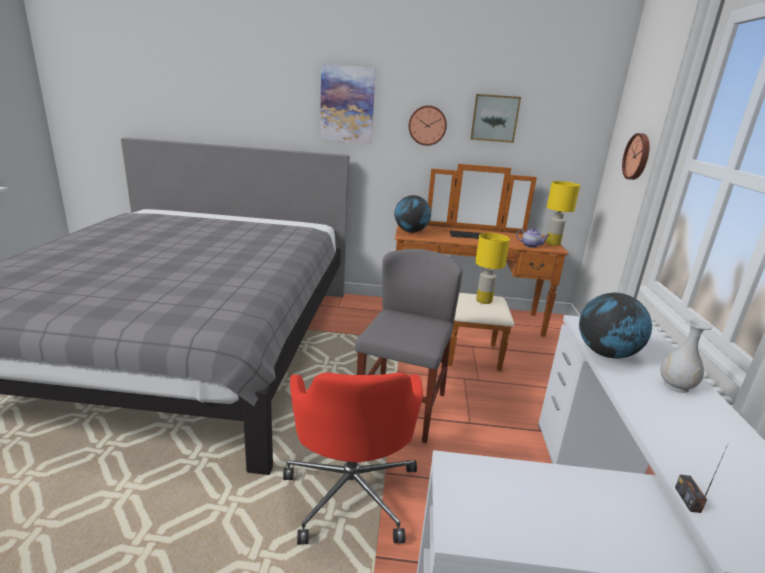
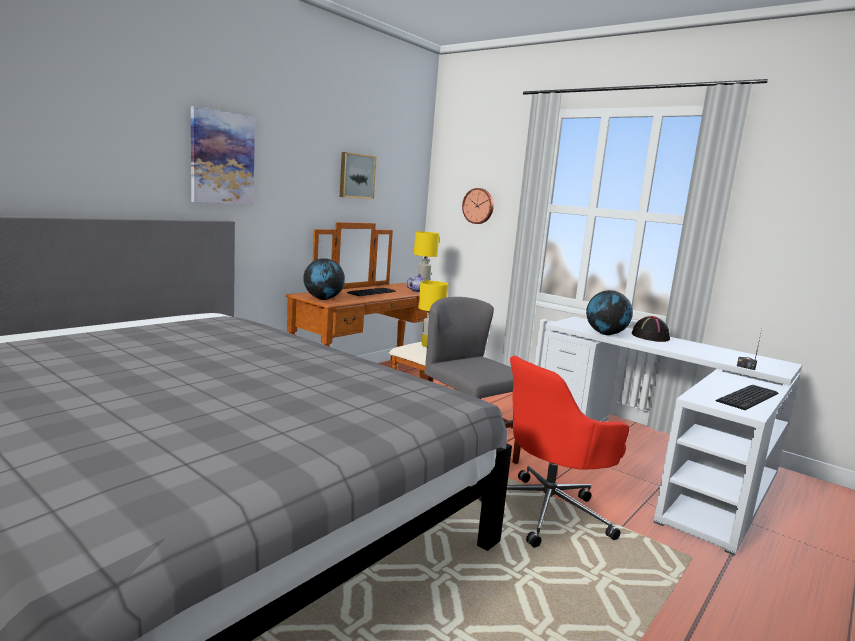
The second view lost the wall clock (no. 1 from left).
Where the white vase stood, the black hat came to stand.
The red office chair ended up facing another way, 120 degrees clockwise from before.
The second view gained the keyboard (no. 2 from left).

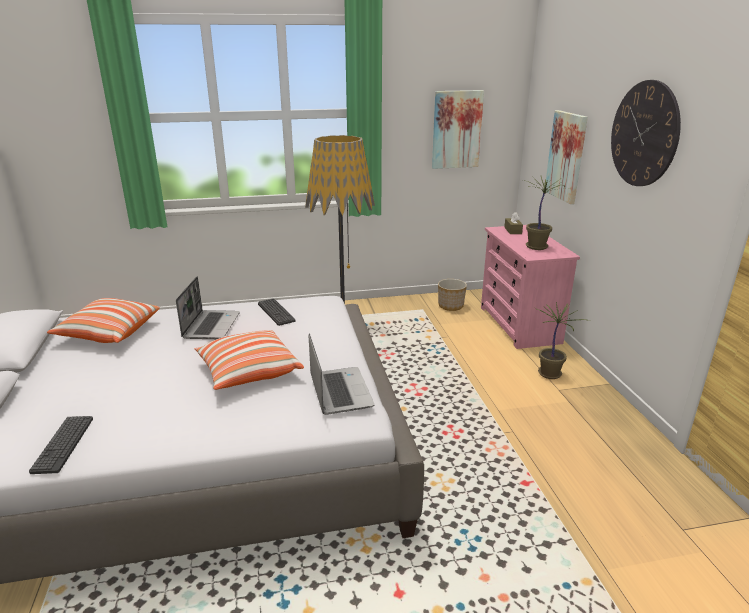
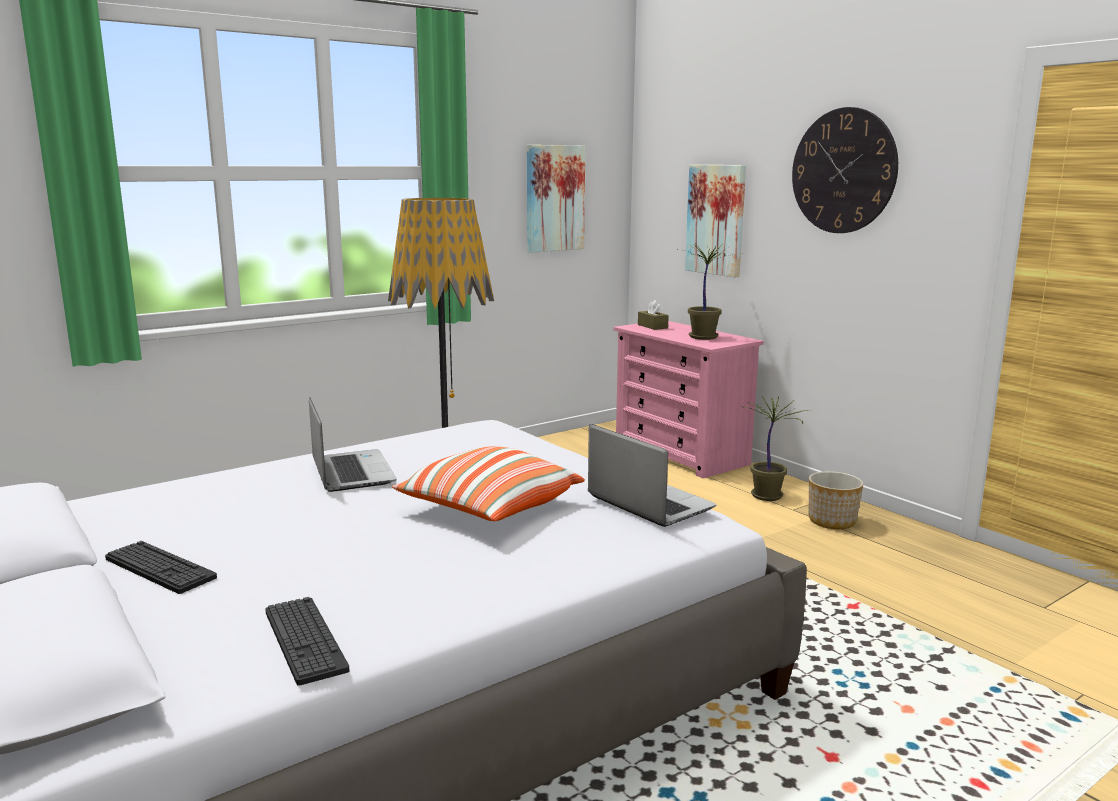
The planter ended up elsewhere.
The second view lost the pillow (no. 1 from left).
The keyboard (no. 2 from left in the first image) ended up elsewhere.

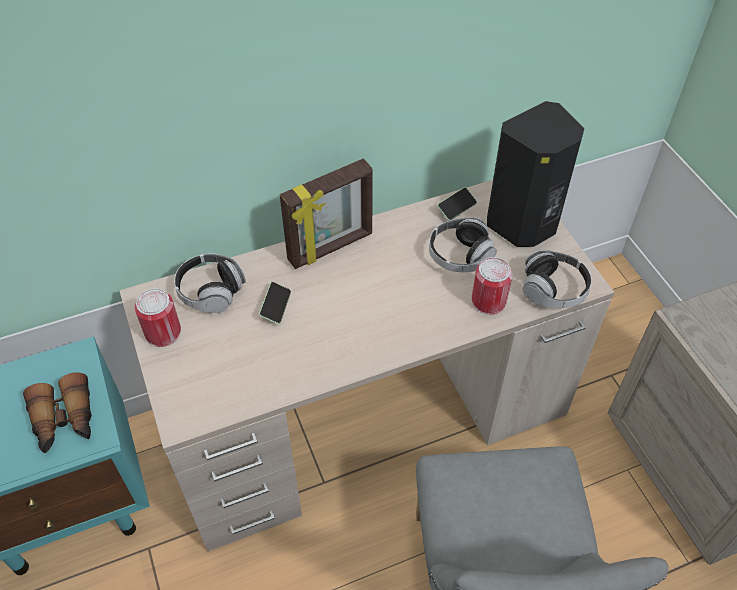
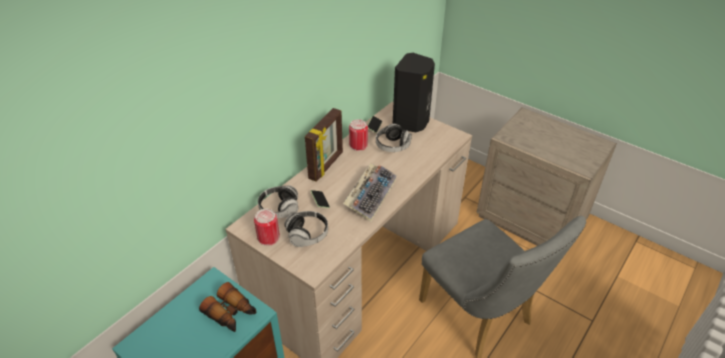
The headphones (no. 3 from left in the first image) ended up elsewhere.
The can (no. 2 from left) ended up elsewhere.
The second view gained the keyboard.

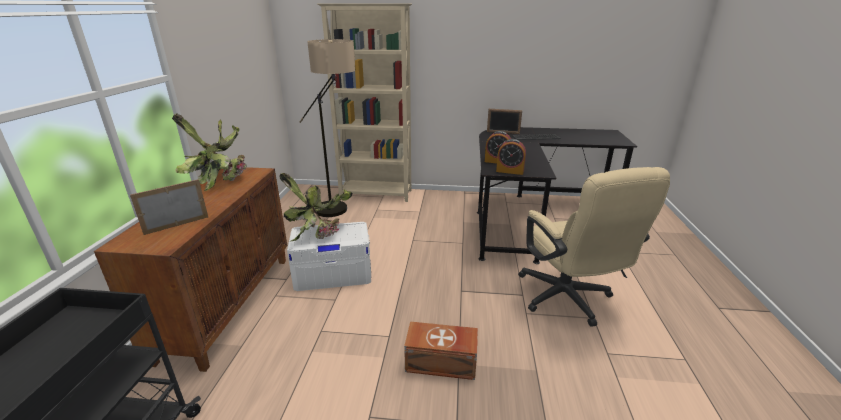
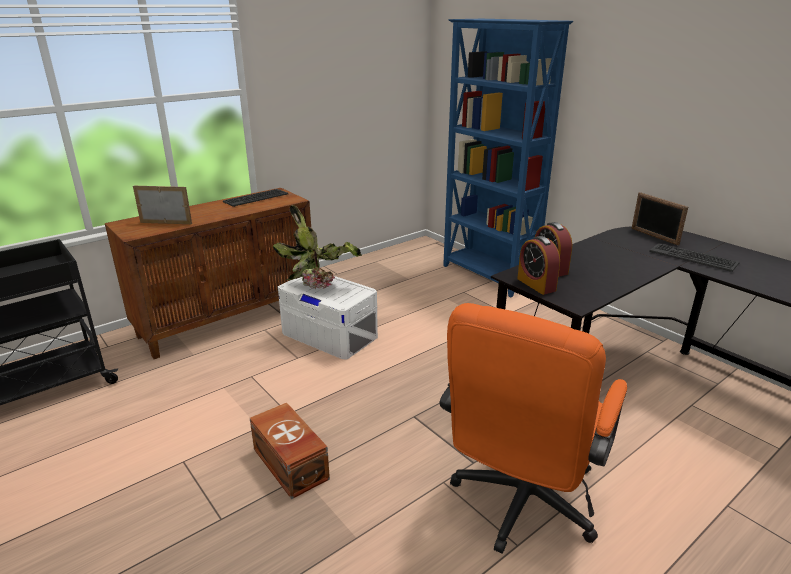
What was the beige bookcase turned into the blue bookcase.
The second view lost the floor lamp.
Where the potted plant (no. 1 from left) stood, the keyboard (no. 1 from left) came to stand.
What was the beige office chair turned into the orange office chair.

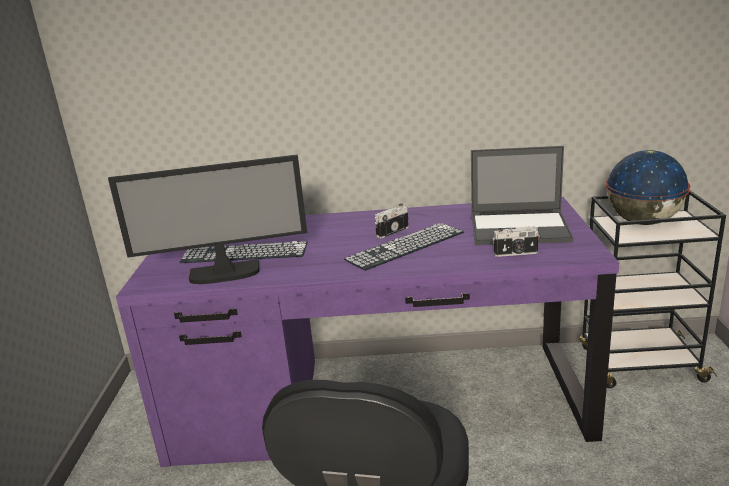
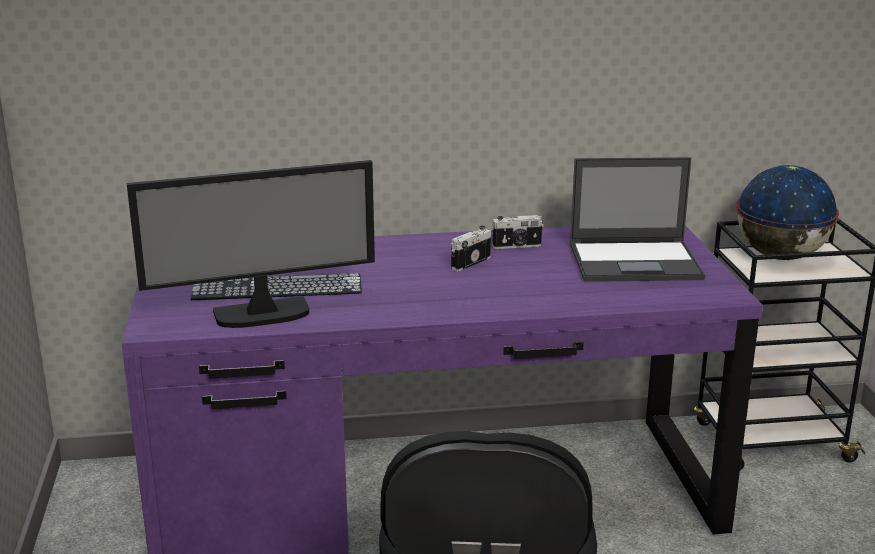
The second view lost the keyboard (no. 2 from left).
The photo camera (no. 2 from left) ended up elsewhere.

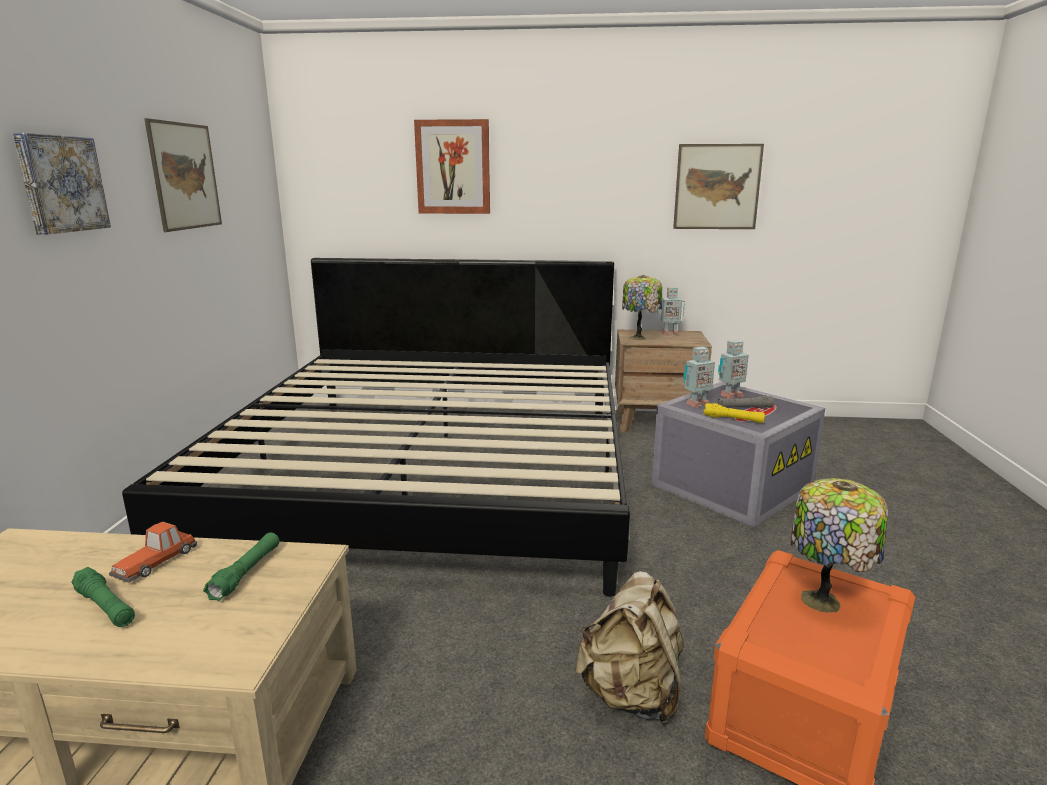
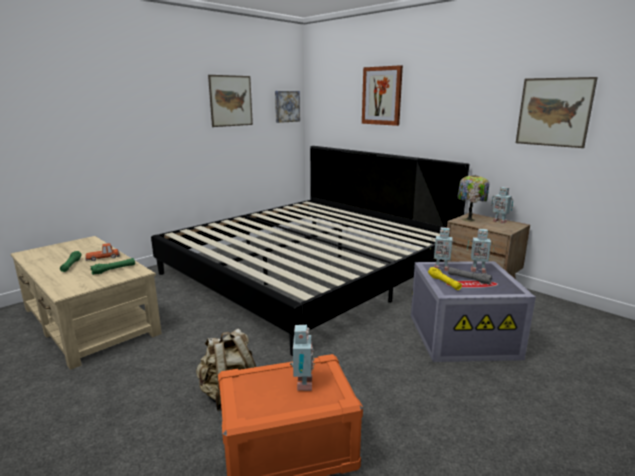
The picture (no. 1 from left in the first image) ended up elsewhere.
Where the table lamp (no. 2 from left) stood, the toy robot (no. 1 from left) came to stand.

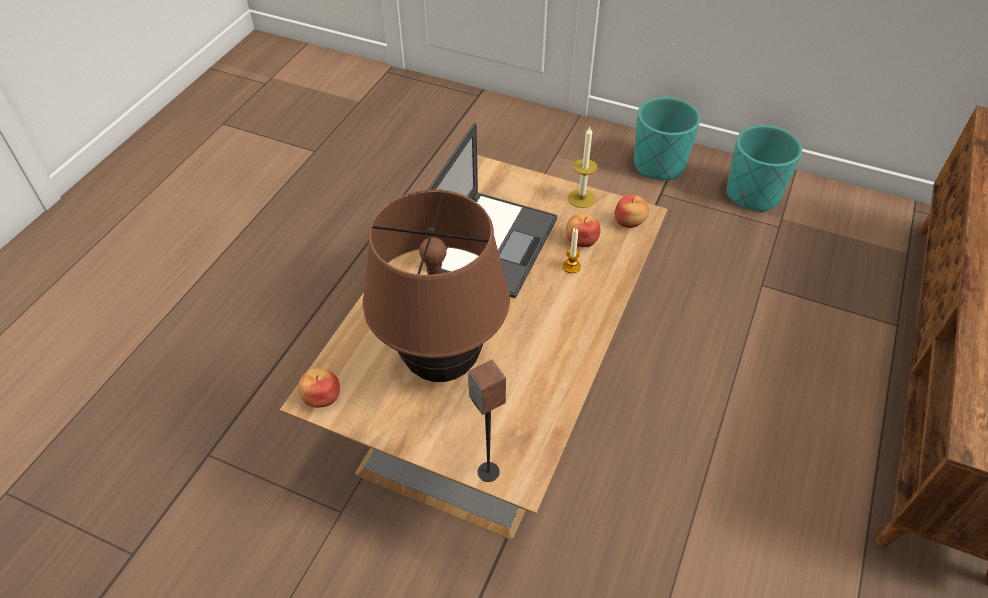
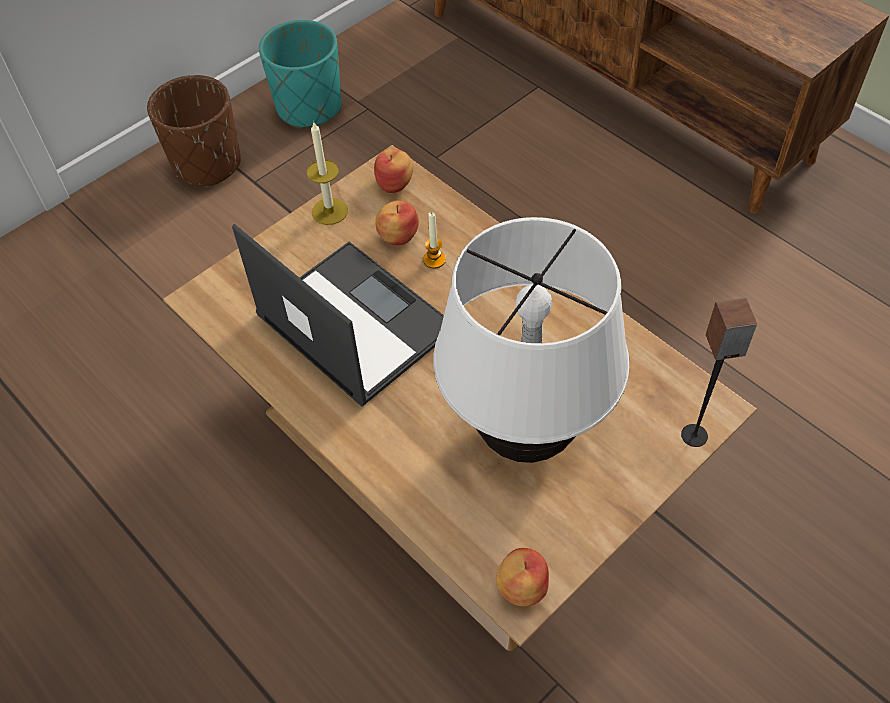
What was the turquoise planter (no. 1 from left) turned into the brown planter.
What was the brown table lamp turned into the white table lamp.

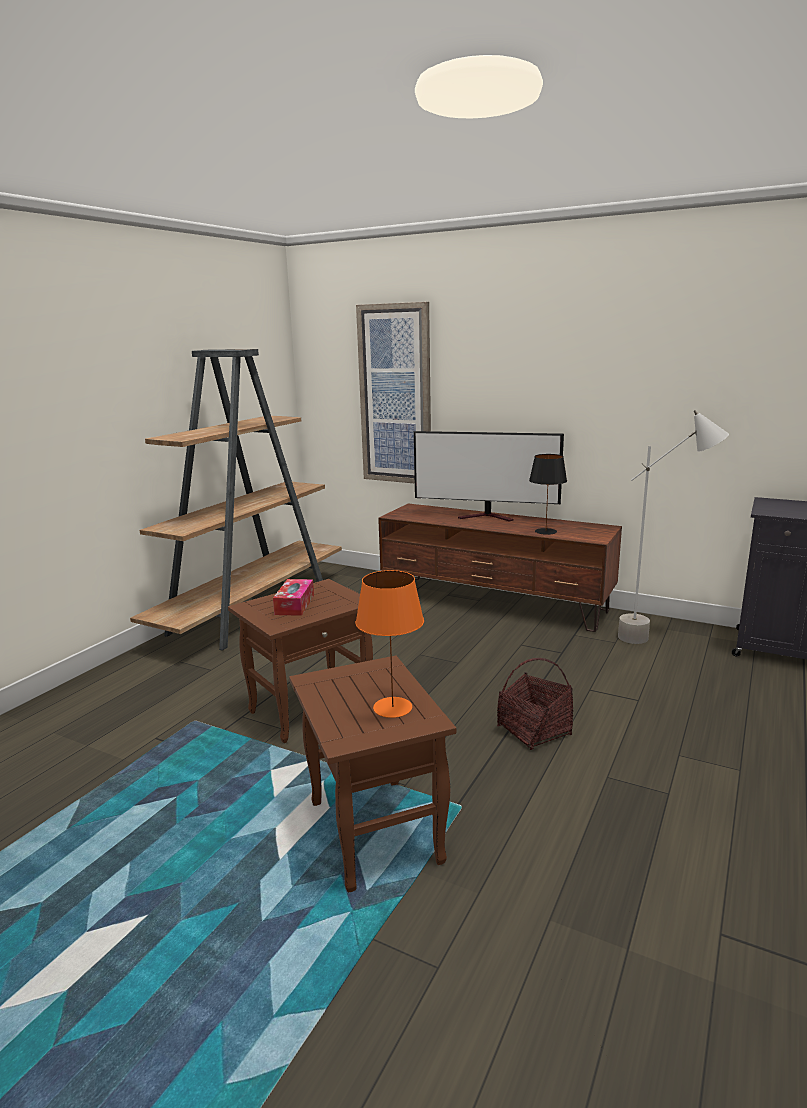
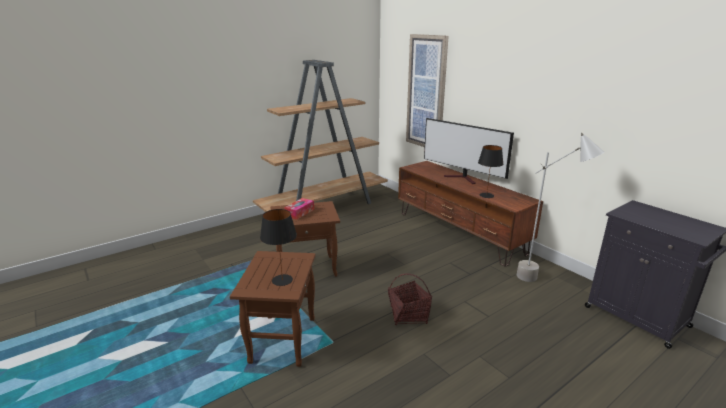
What was the orange table lamp turned into the black table lamp (no. 1 from left).

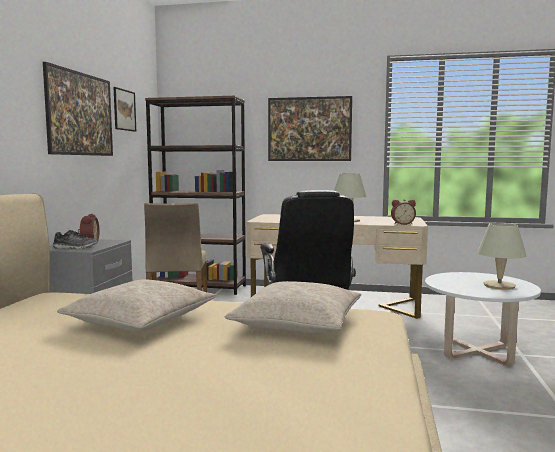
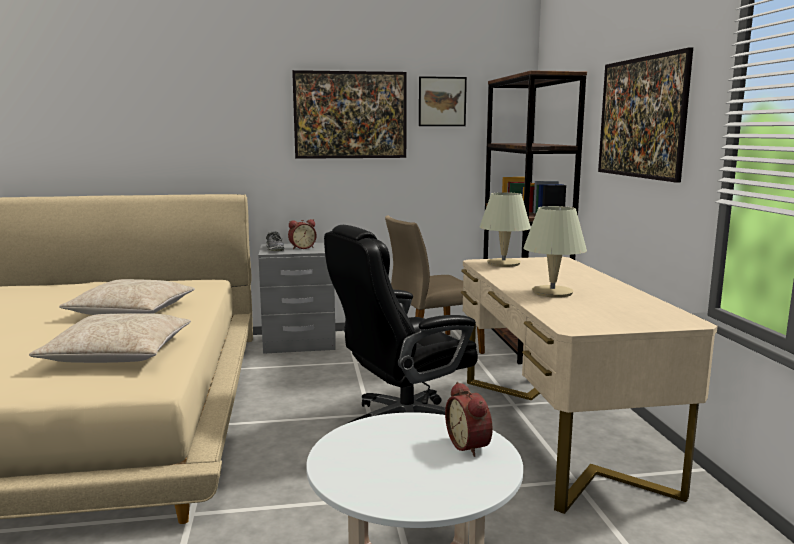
The alarm clock (no. 2 from left) ended up elsewhere.
The beige table lamp (no. 2 from left in the first image) ended up elsewhere.

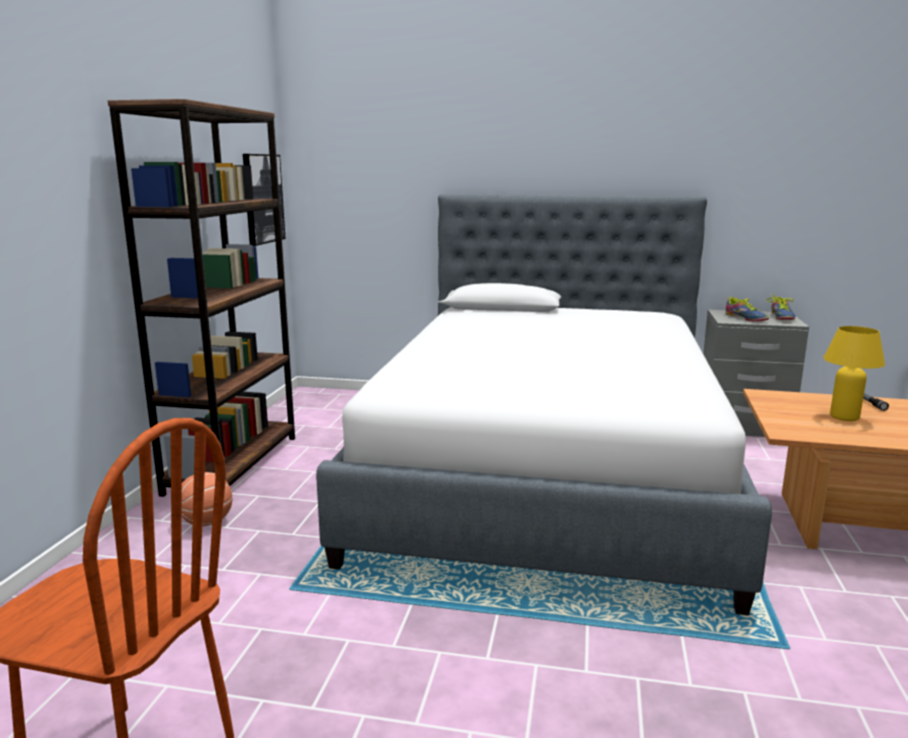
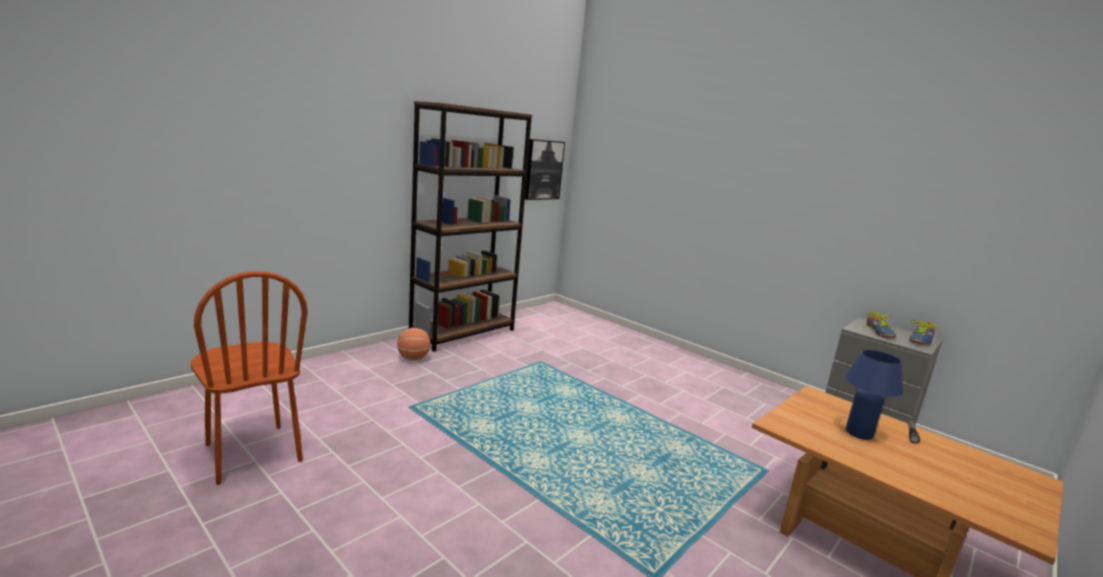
The second view lost the bed.
What was the yellow table lamp turned into the blue table lamp.

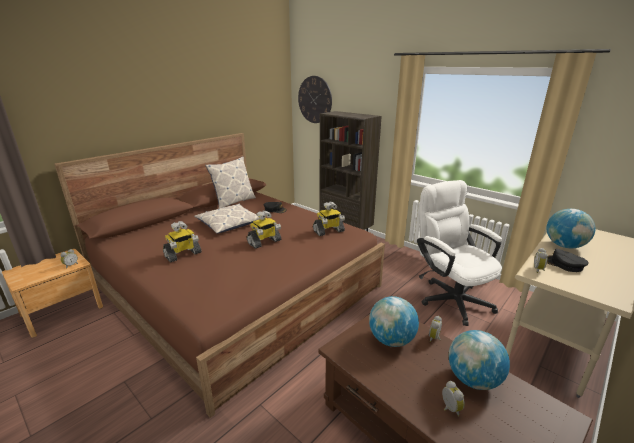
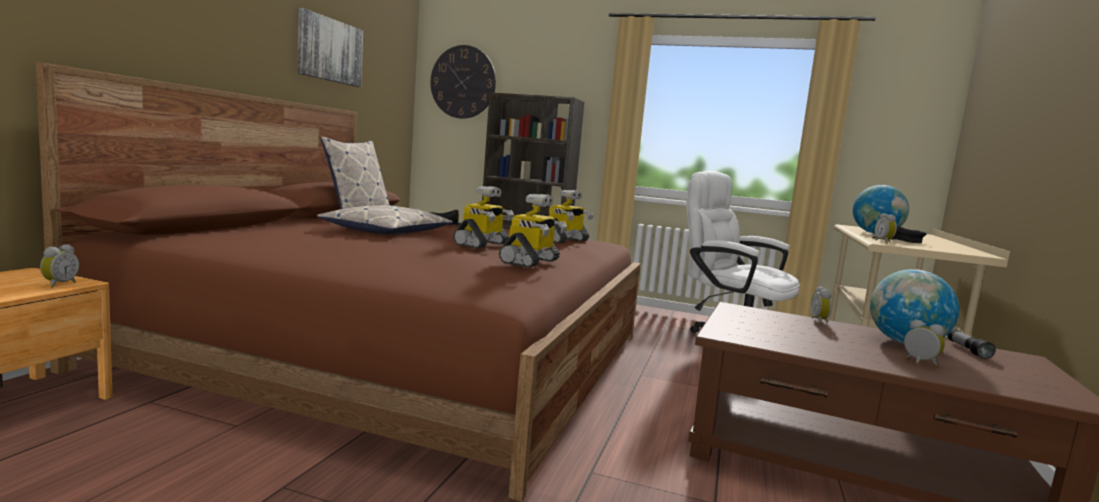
The toy robot (no. 1 from left in the first image) ended up elsewhere.
The second view lost the globe (no. 1 from left).
The second view gained the picture.
The second view gained the flashlight.

